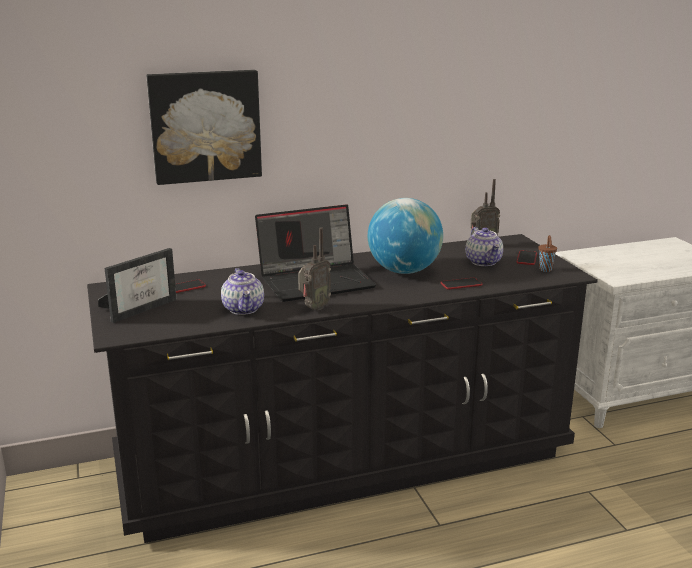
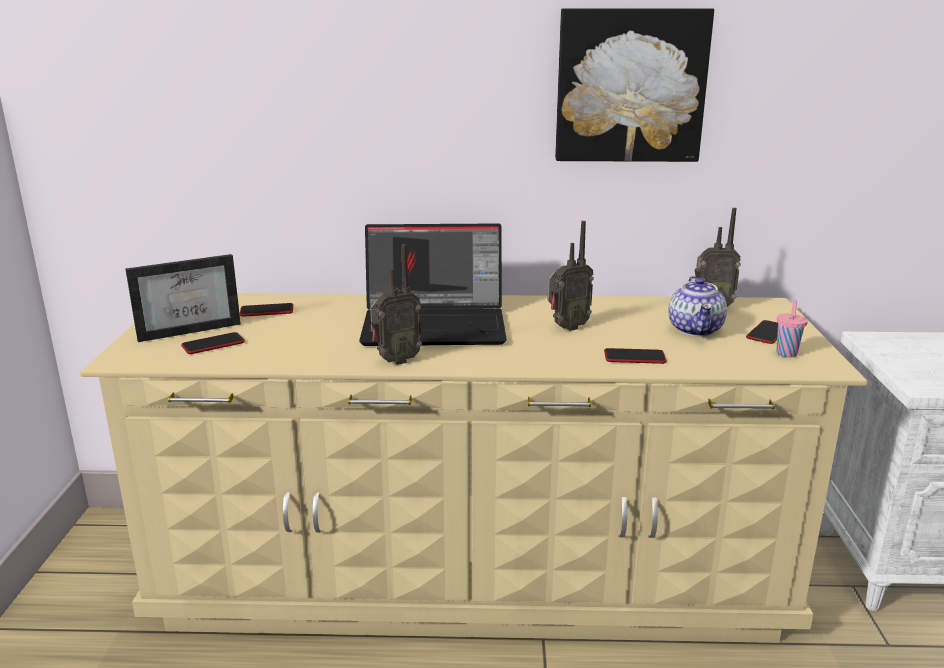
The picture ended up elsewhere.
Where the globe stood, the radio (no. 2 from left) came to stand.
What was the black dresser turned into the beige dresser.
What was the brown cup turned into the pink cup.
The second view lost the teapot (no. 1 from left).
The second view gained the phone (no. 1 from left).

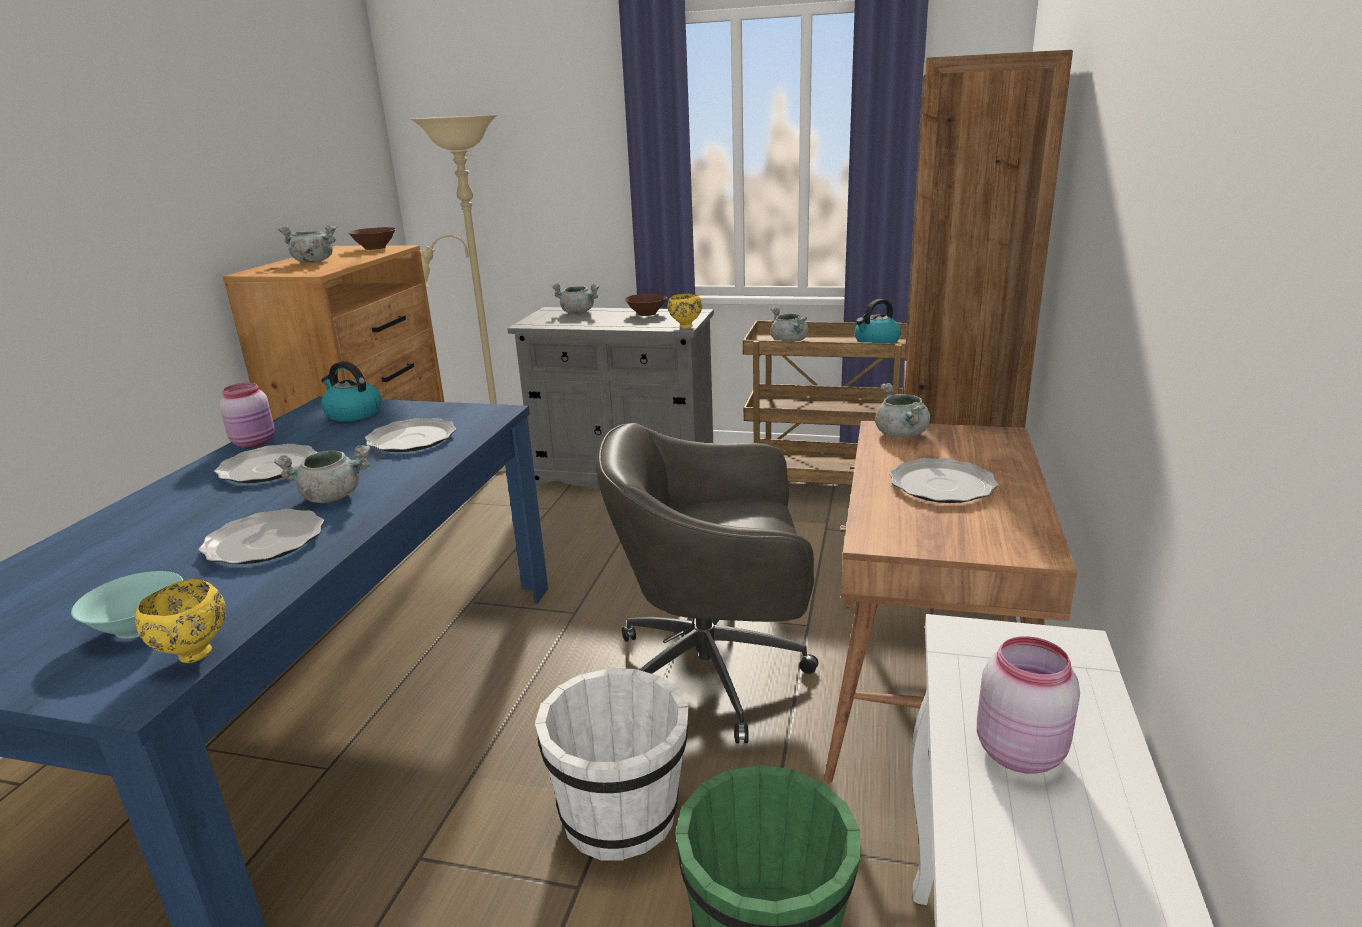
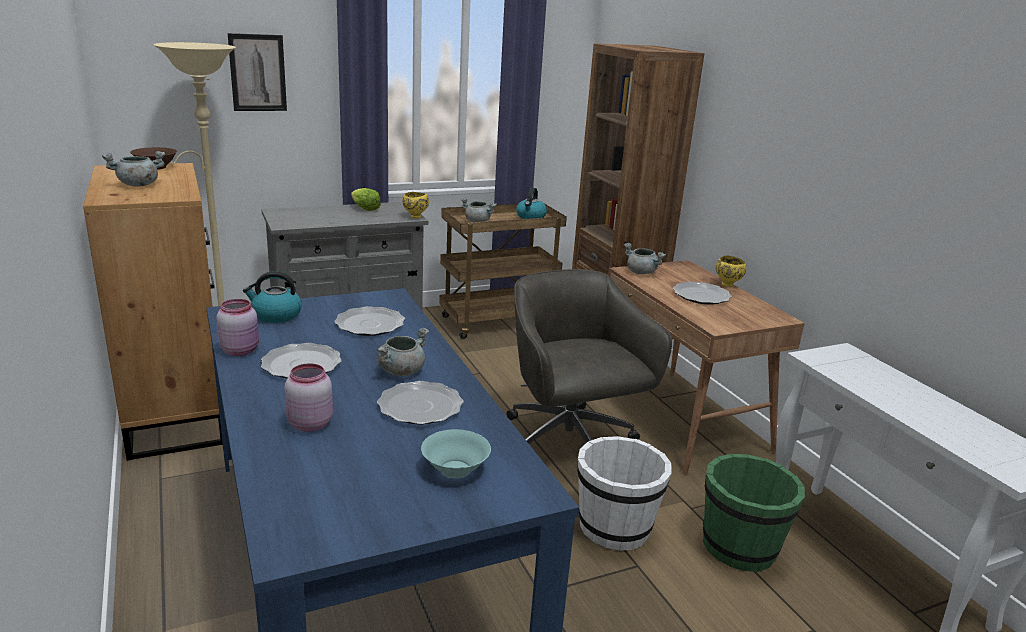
The second view lost the grey cooking pot (no. 3 from left).
Where the brown bowl (no. 2 from left) stood, the lettuce came to stand.
The grey office chair ended up facing another way, 105 degrees clockwise from before.
The yellow bowl (no. 1 from left in the first image) ended up elsewhere.
The pink jar (no. 2 from left) ended up elsewhere.
The second view gained the picture.

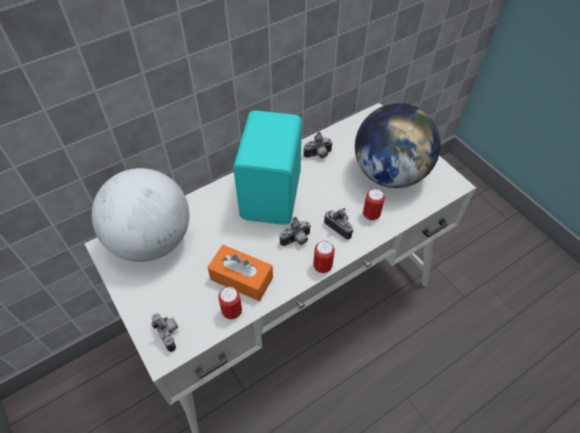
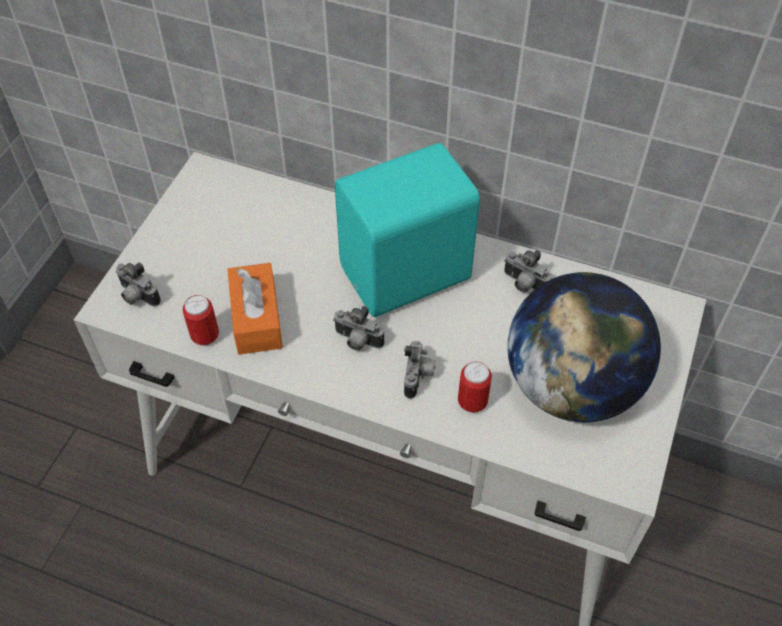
The second view lost the globe (no. 1 from left).
The second view lost the can (no. 2 from left).
The photo camera (no. 1 from left) ended up facing another way, 105 degrees clockwise from before.

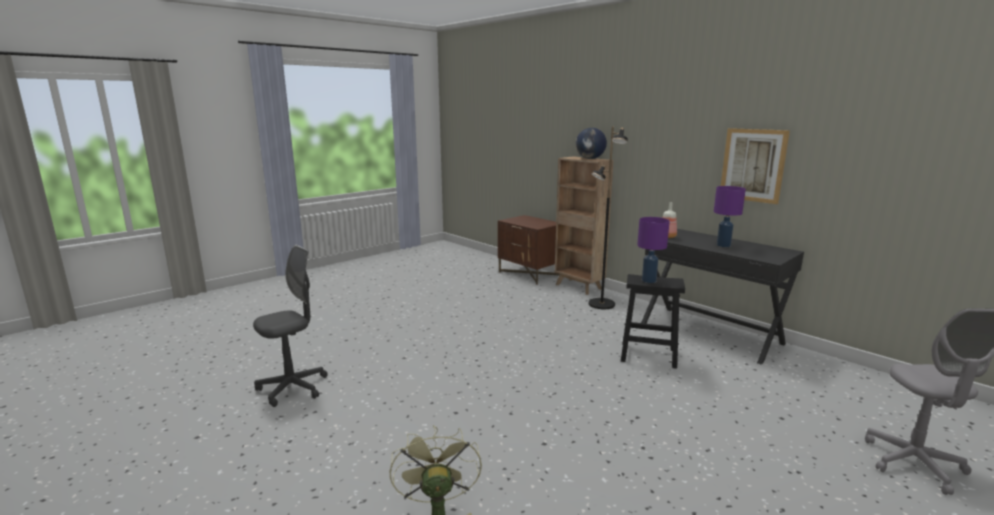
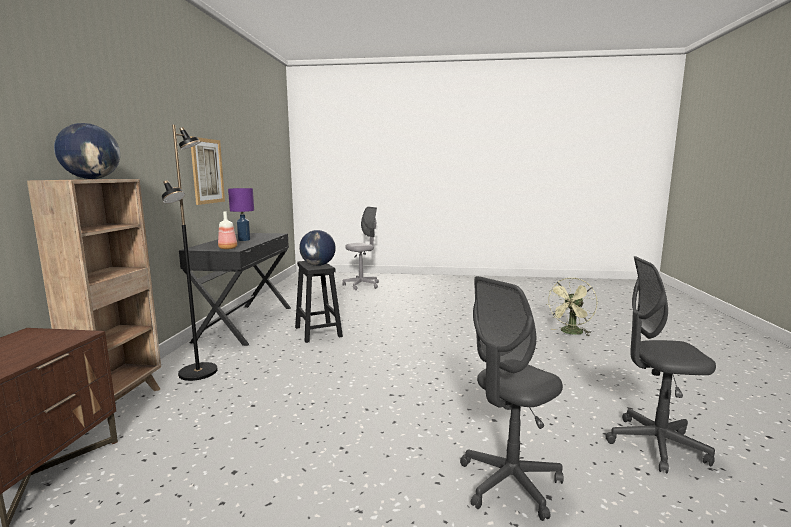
Where the purple table lamp (no. 1 from left) stood, the globe (no. 2 from left) came to stand.
The second view gained the grey office chair (no. 2 from left).

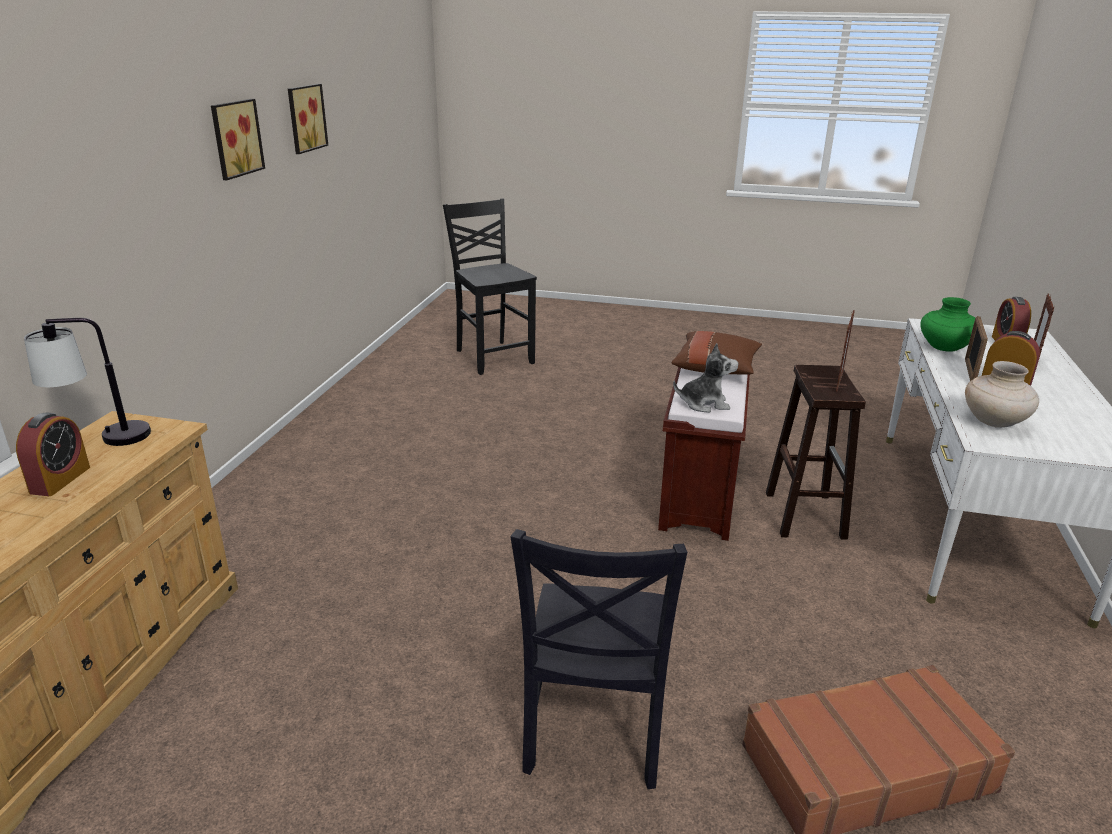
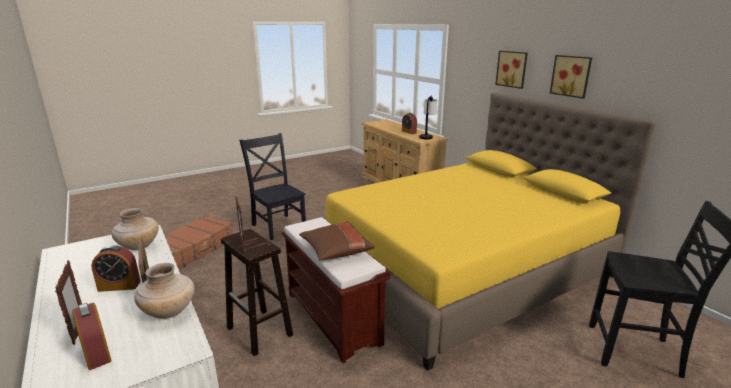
The picture (no. 2 from left in the first image) ended up elsewhere.
What was the green vase turned into the beige vase (no. 2 from left).
The second view lost the plush toy.
The second view gained the yellow bed.

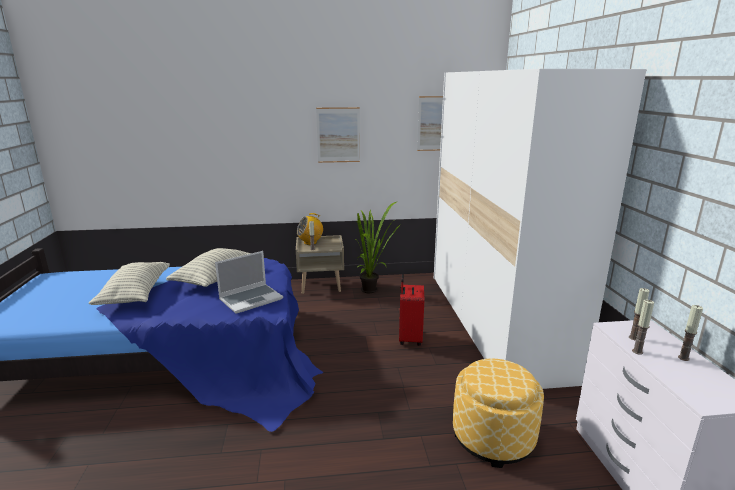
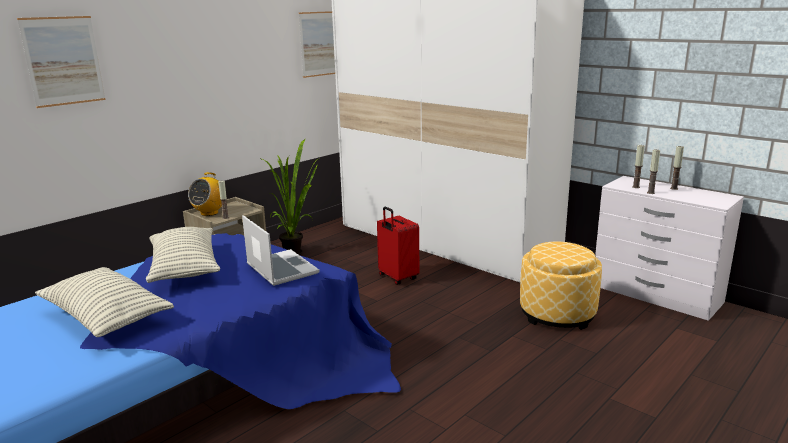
The picture (no. 1 from left) ended up elsewhere.
The laptop ended up facing another way, 45 degrees counterclockwise from before.

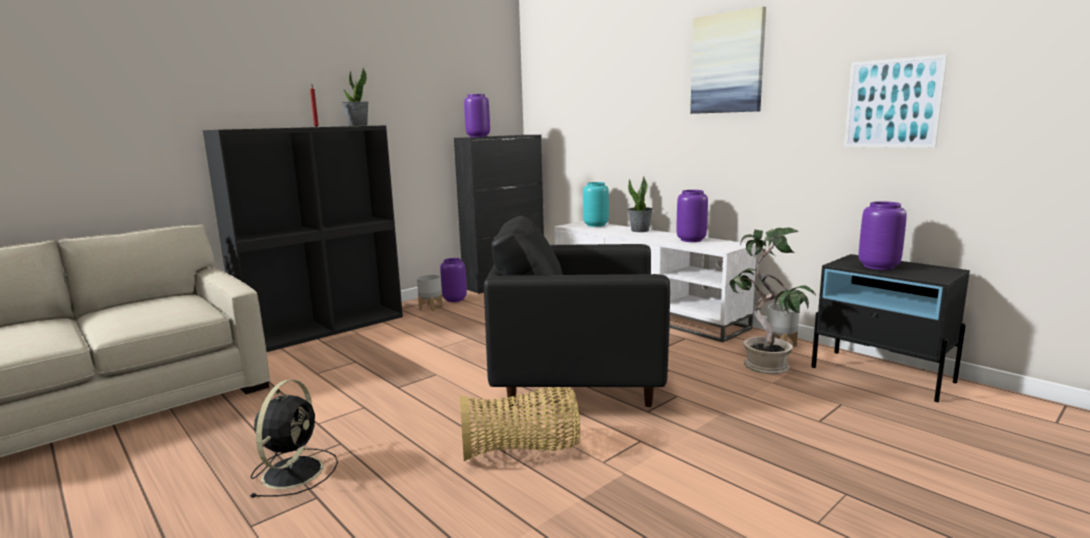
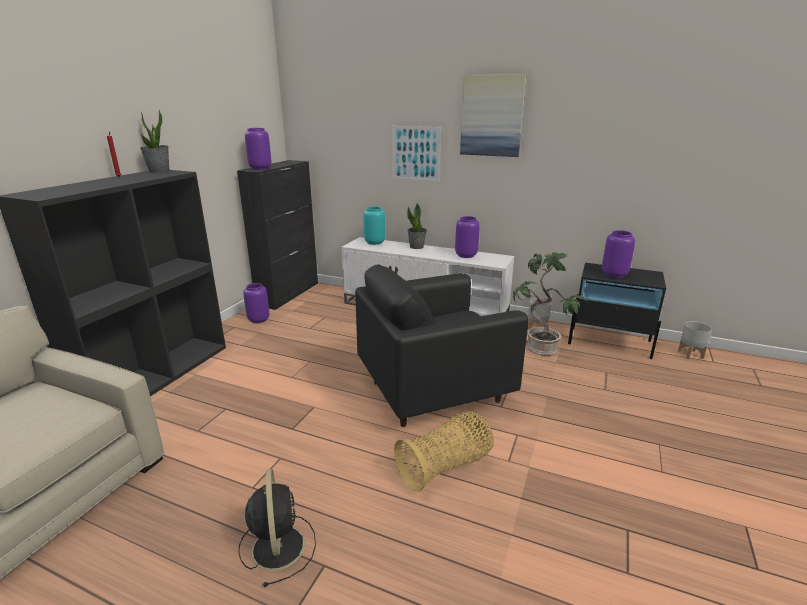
The picture (no. 2 from left in the first image) ended up elsewhere.
The grey planter (no. 1 from left in the first image) ended up elsewhere.

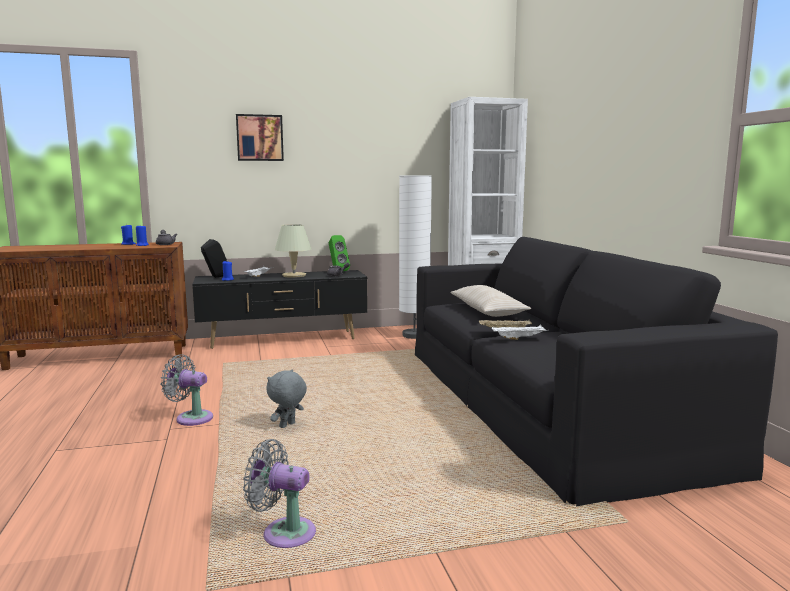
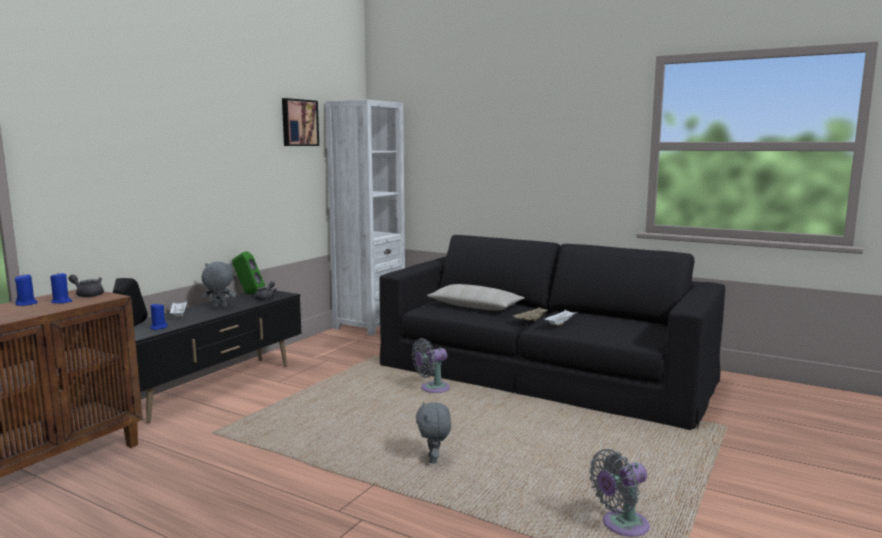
The picture ended up elsewhere.
The second view lost the white floor lamp.
Where the beige table lamp stood, the grey plush toy (no. 1 from left) came to stand.
The grey fan (no. 1 from left) ended up elsewhere.

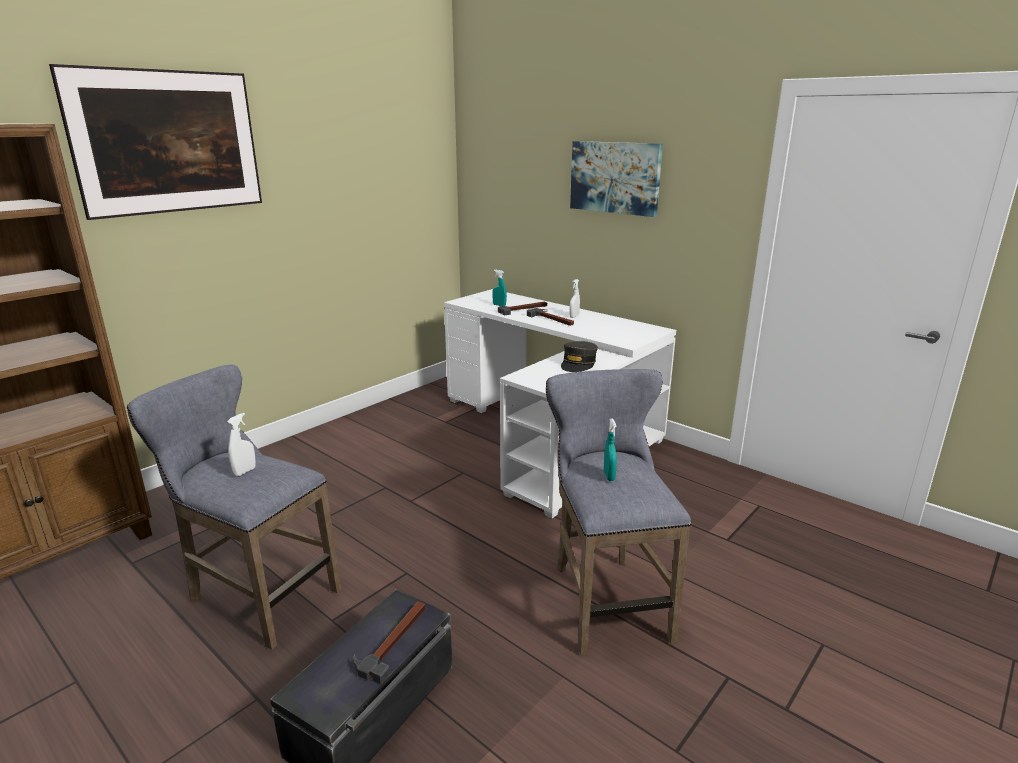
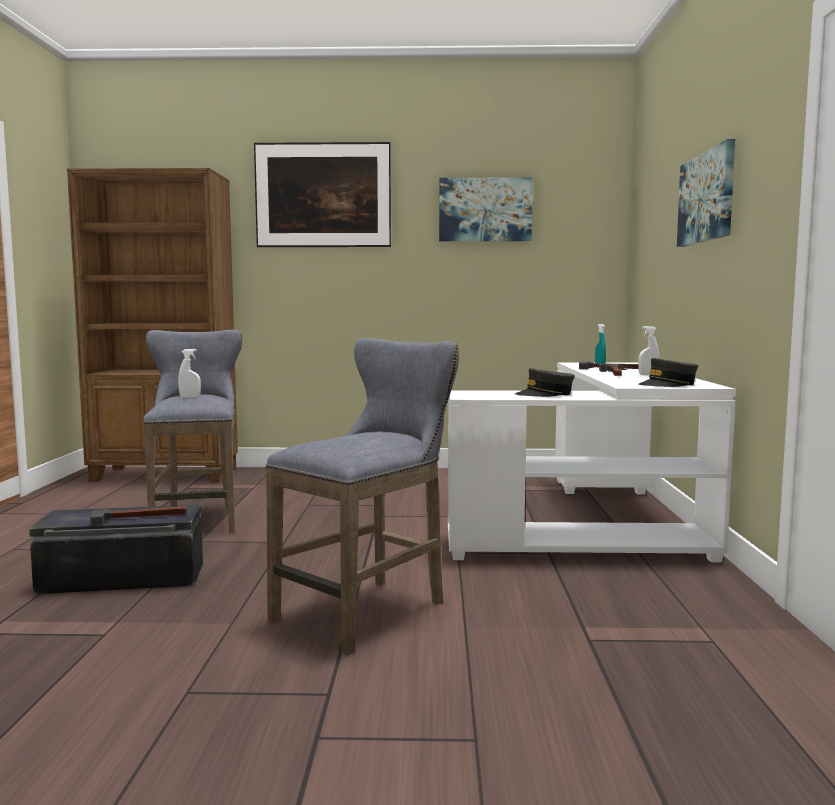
The second view lost the turquoise spray bottle (no. 2 from left).
The second view gained the picture (no. 2 from left).
The second view gained the grey cap (no. 2 from left).

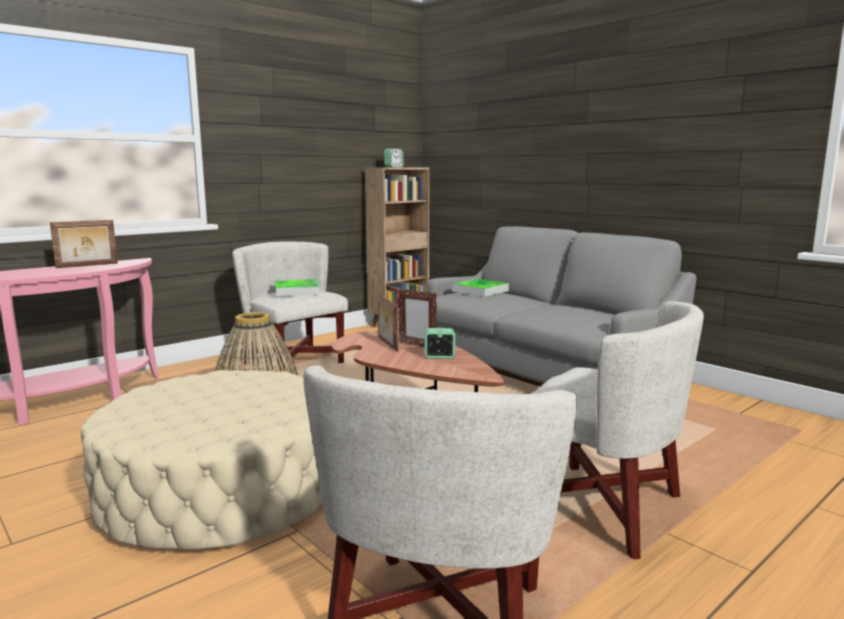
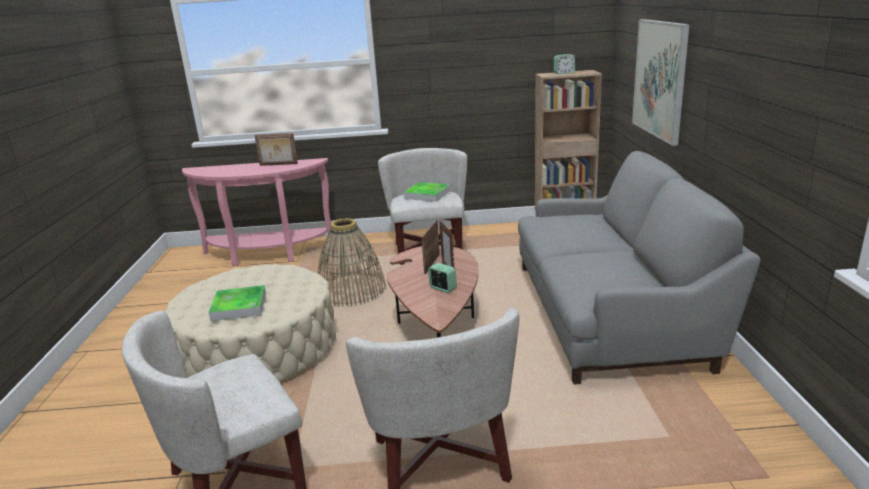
The tray (no. 2 from left in the first image) ended up elsewhere.
The second view gained the picture.

